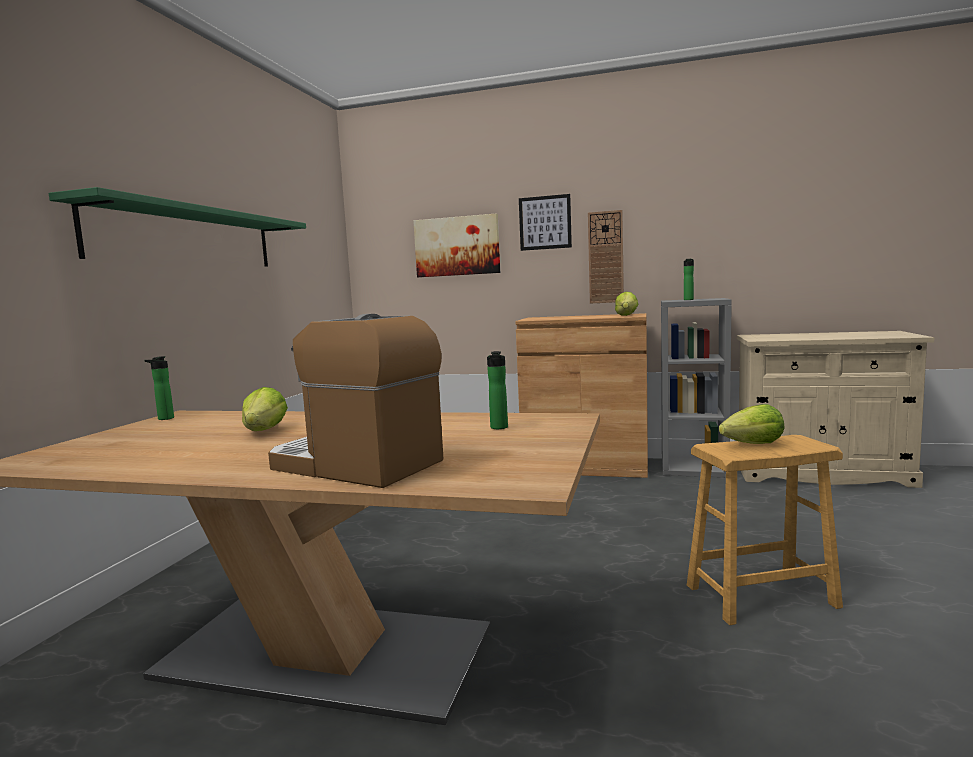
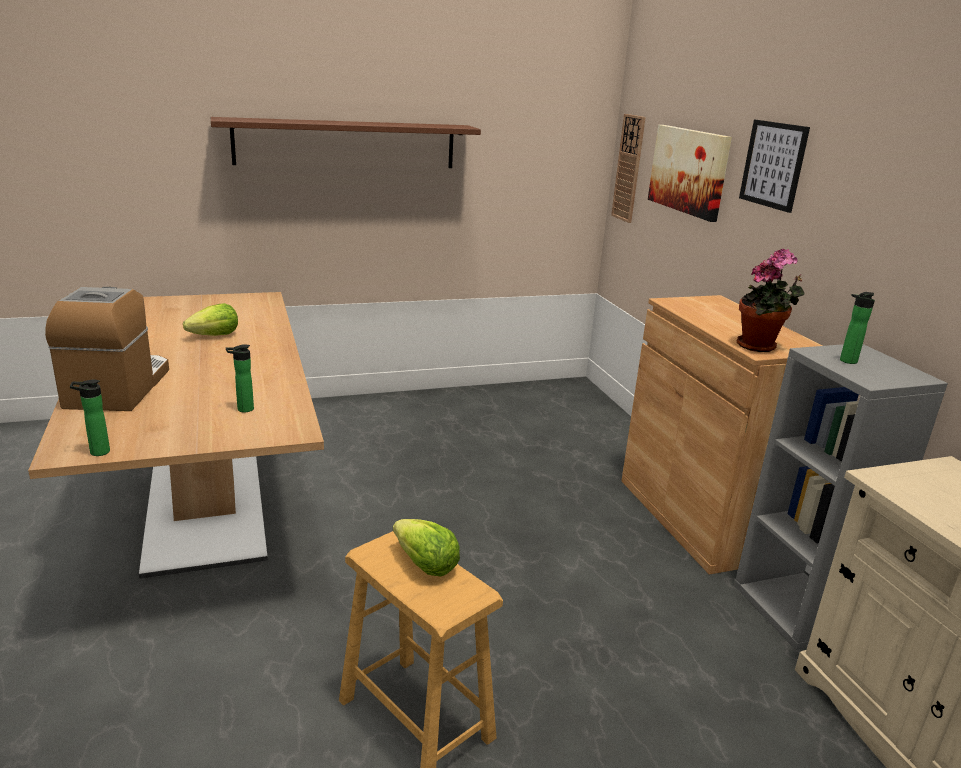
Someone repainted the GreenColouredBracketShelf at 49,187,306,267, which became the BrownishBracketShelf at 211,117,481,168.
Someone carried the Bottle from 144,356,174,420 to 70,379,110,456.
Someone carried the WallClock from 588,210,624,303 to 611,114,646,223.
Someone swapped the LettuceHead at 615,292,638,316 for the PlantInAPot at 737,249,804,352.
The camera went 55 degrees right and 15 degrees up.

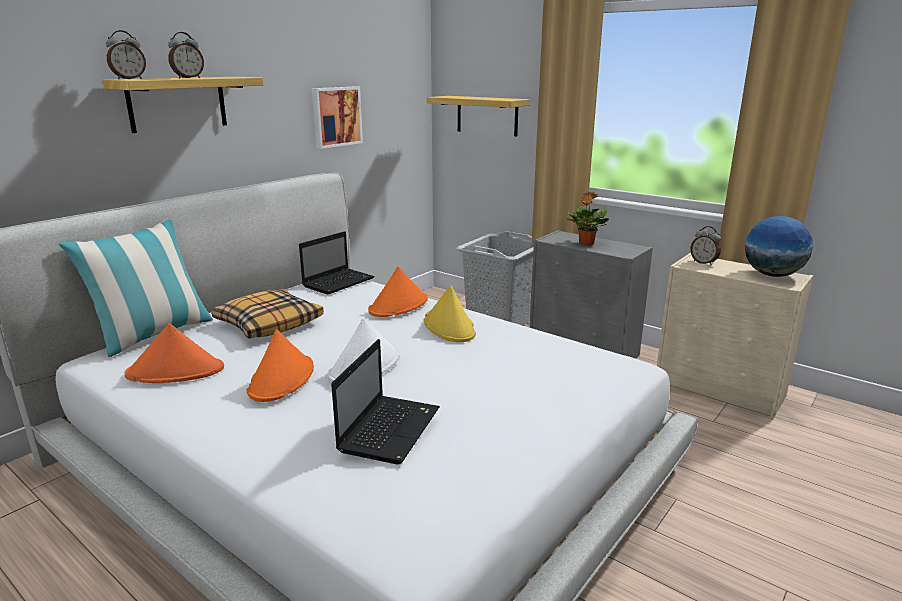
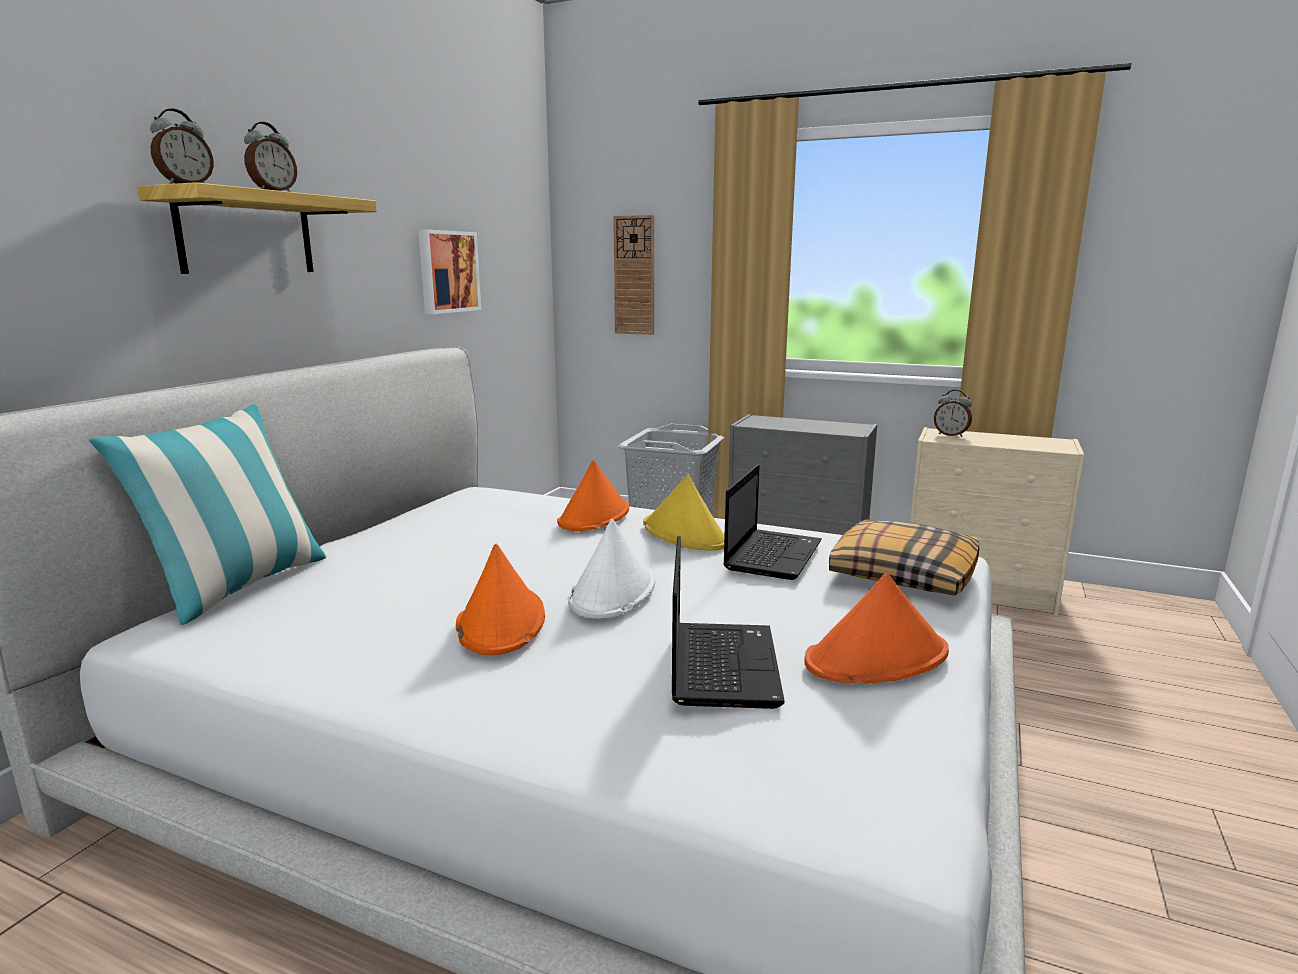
Someone carried the OrangeyClothingHat from 124,323,224,383 to 804,573,949,683.
Someone carried the Pillow from 211,289,324,339 to 829,520,979,596.
Someone carried the NotebookComputer from 299,231,375,295 to 723,464,822,580.
Someone swapped the BracketShelf at 426,96,530,137 for the WallClock at 613,215,654,335.
Someone took away the PlantInAPot at 567,192,609,245.
Someone took away the Globe at 745,216,813,277.
The camera went 15 degrees left and 5 degrees down.

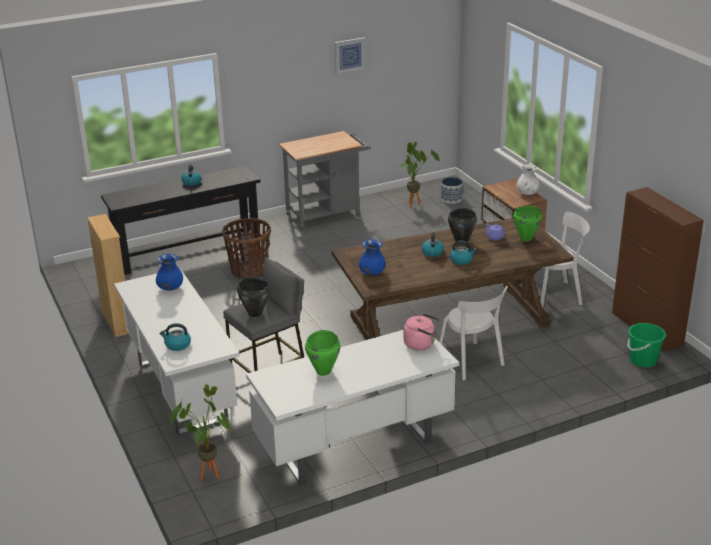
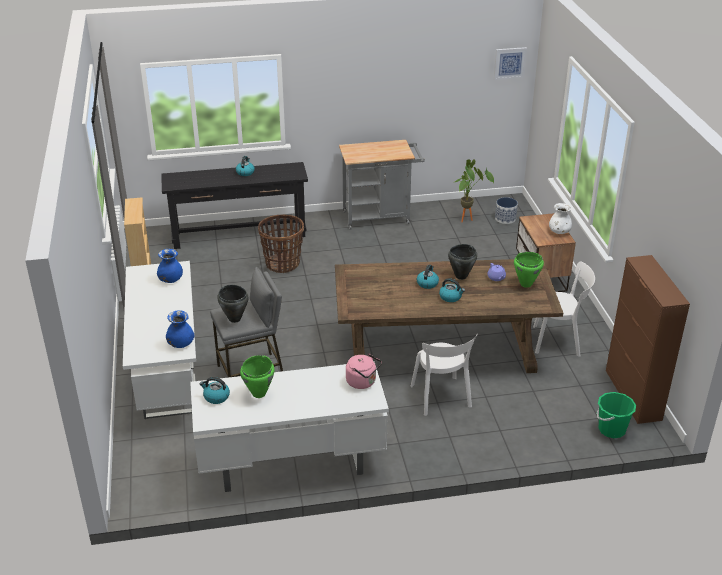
Someone carried the TeaKettle from 160,323,191,351 to 200,377,230,404.
Someone took away the PlantInAPot at 169,384,231,480.
Someone carried the Picture from 335,37,366,74 to 494,47,527,80.
Someone carried the BlueVase from 359,239,385,275 to 166,310,194,348.
The camera went 15 degrees right and 5 degrees up.

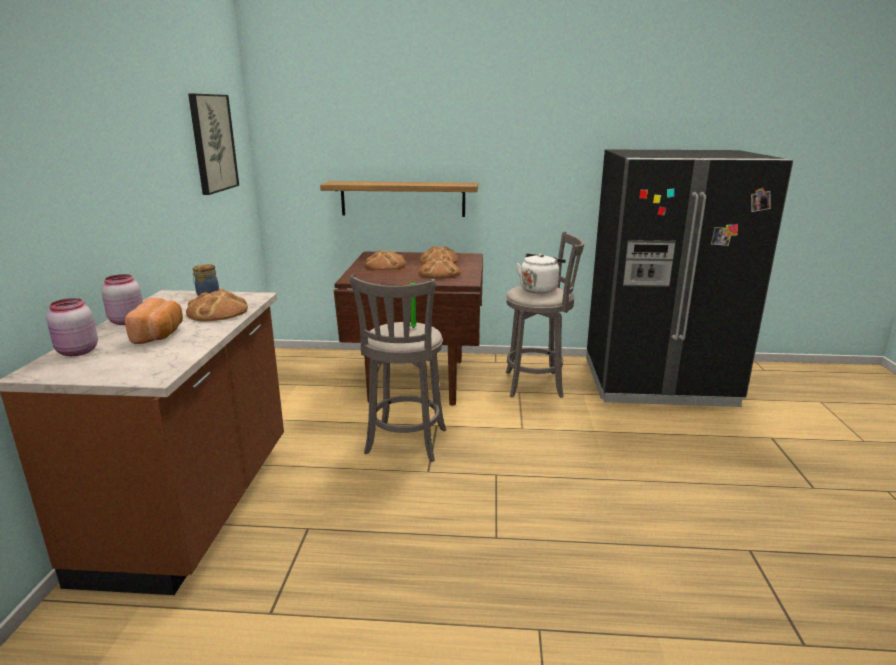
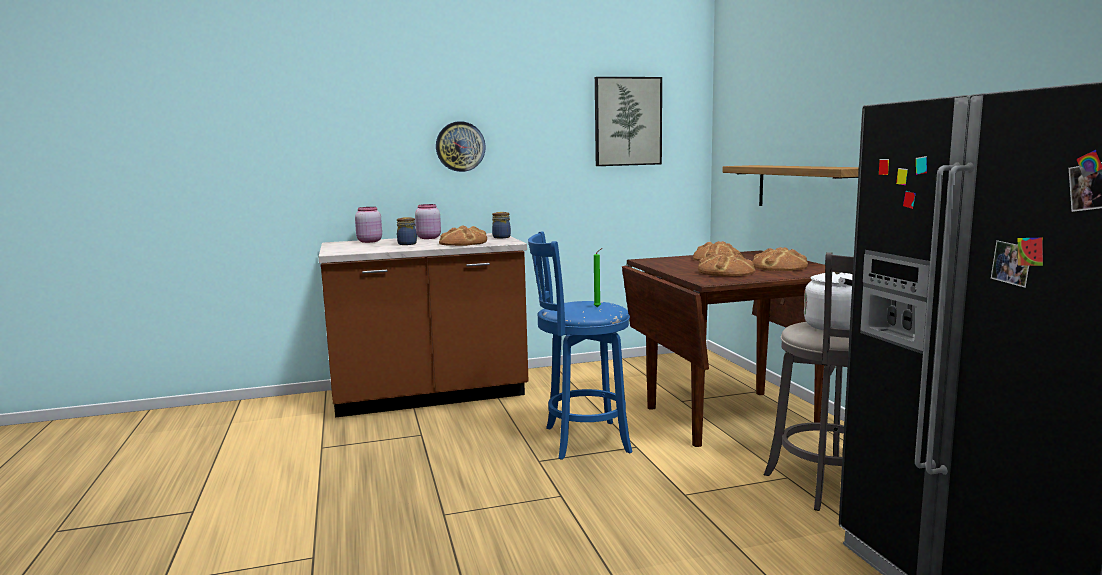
Someone swapped the BakedBread at 125,298,183,344 for the Jar at 397,217,417,245.
Someone repainted the GrayStool at 349,274,446,462, which became the BlueStool at 528,231,632,460.
Someone put up the WallClock at 436,121,486,172.
The camera went 70 degrees right and 10 degrees down.

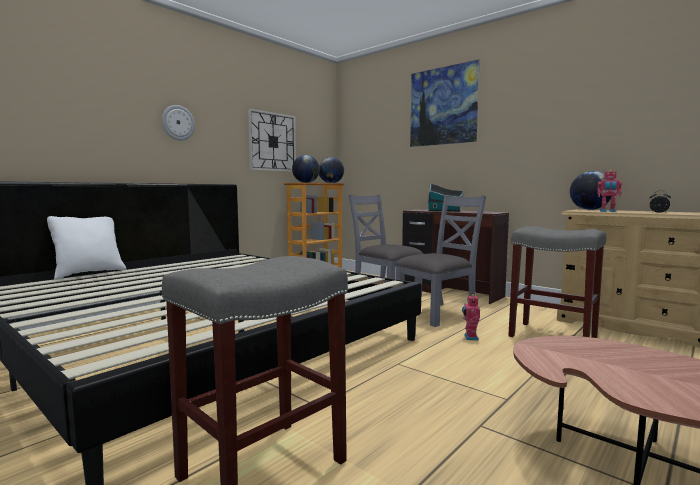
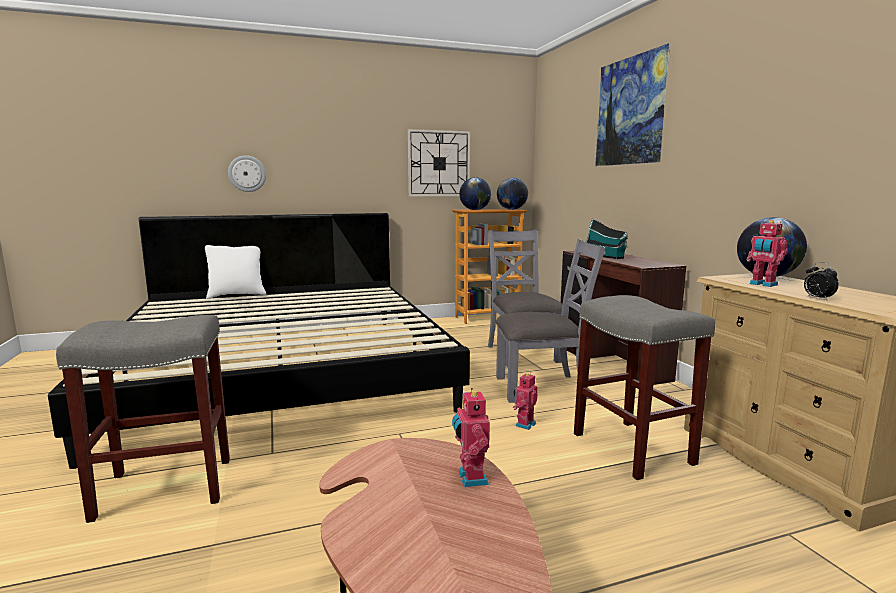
Someone carried the WallClock from 162,105,195,141 to 228,155,266,192.
Someone put down the ToyRobot at 452,388,490,487.
The camera went 30 degrees right and 5 degrees up.

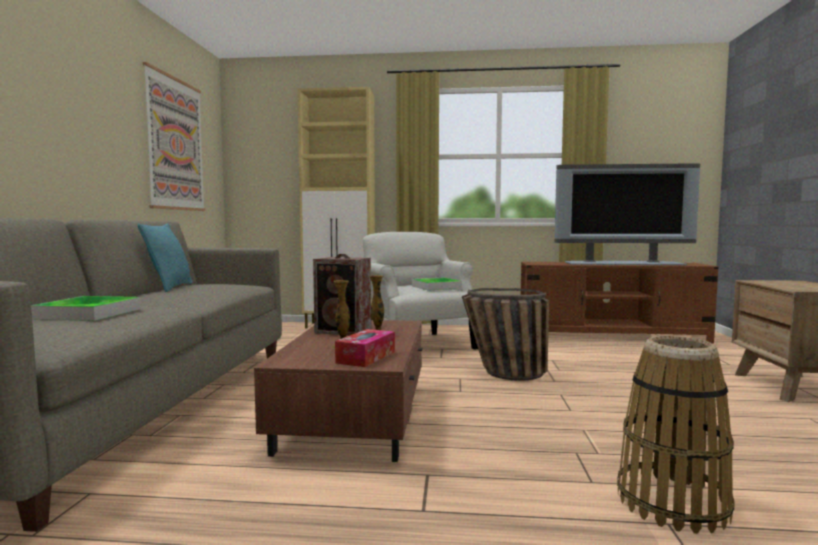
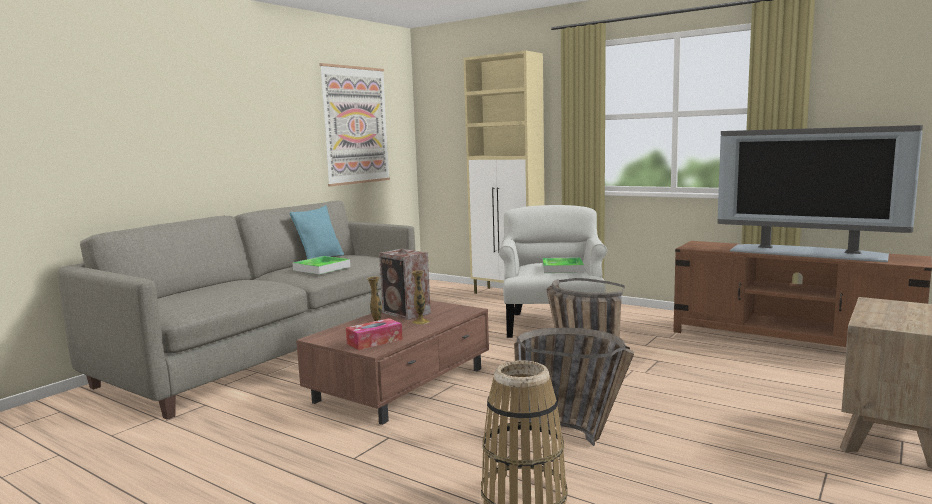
Someone carried the Tray from 31,296,141,321 to 293,256,350,275.
Someone put down the Basket at 514,328,634,446.
The camera went 30 degrees right and 5 degrees up.

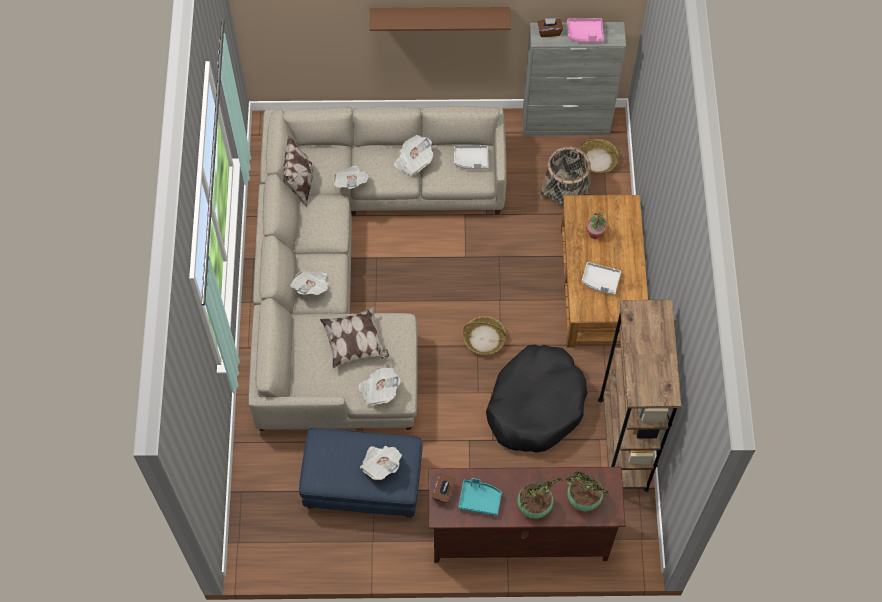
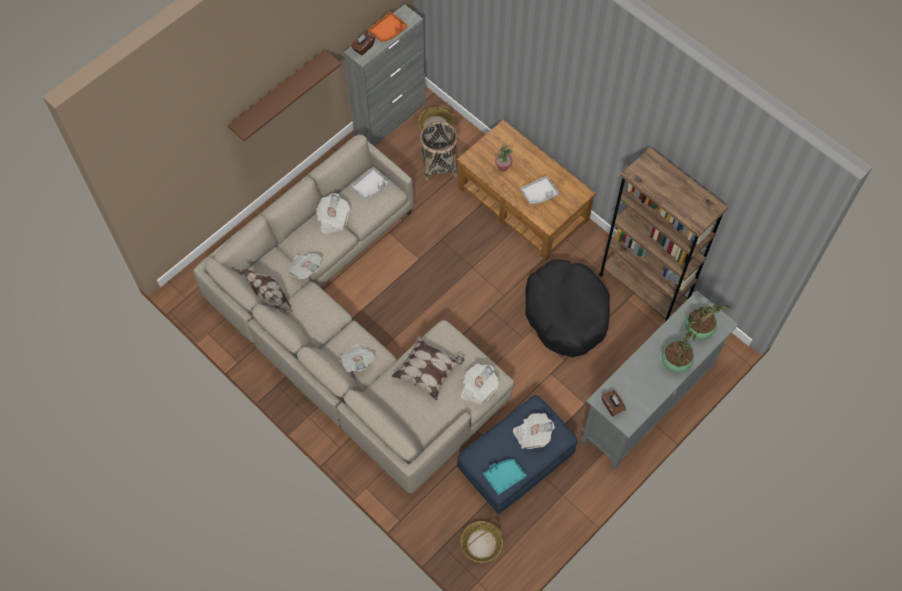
Someone repainted the BrownishTvUnit at 429,467,625,563, which became the GrayTvUnit at 581,290,739,470.
Someone carried the BlueGreenTray from 458,478,502,516 to 483,459,526,495.
Someone carried the Basket from 463,316,506,355 to 461,521,503,563.
Someone repainted the PinkishTray at 567,18,604,43, which became the OrangeyTray at 368,12,407,42.
The camera went 45 degrees left and 0 degrees up.

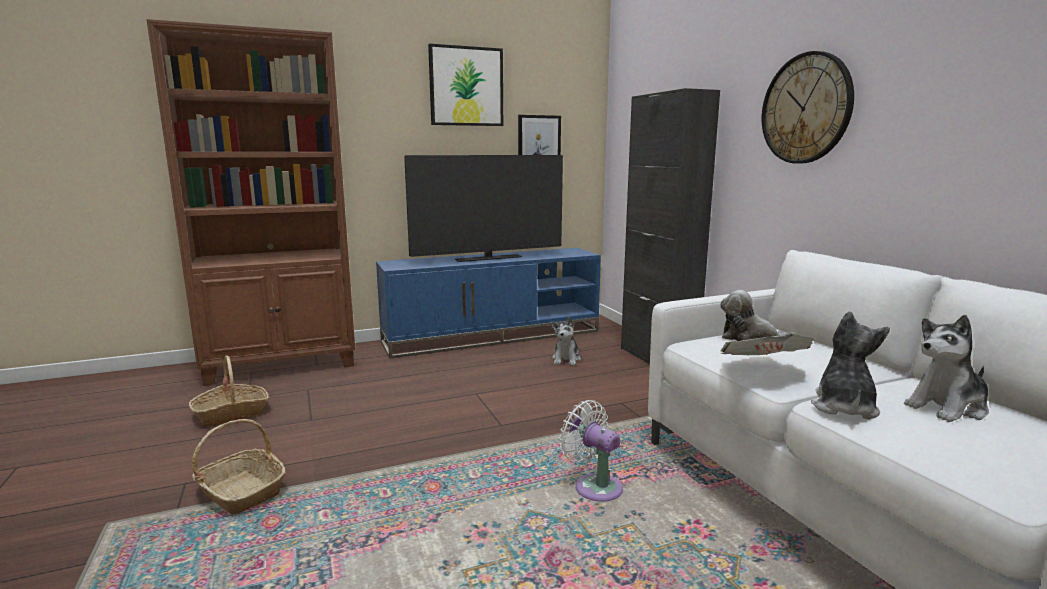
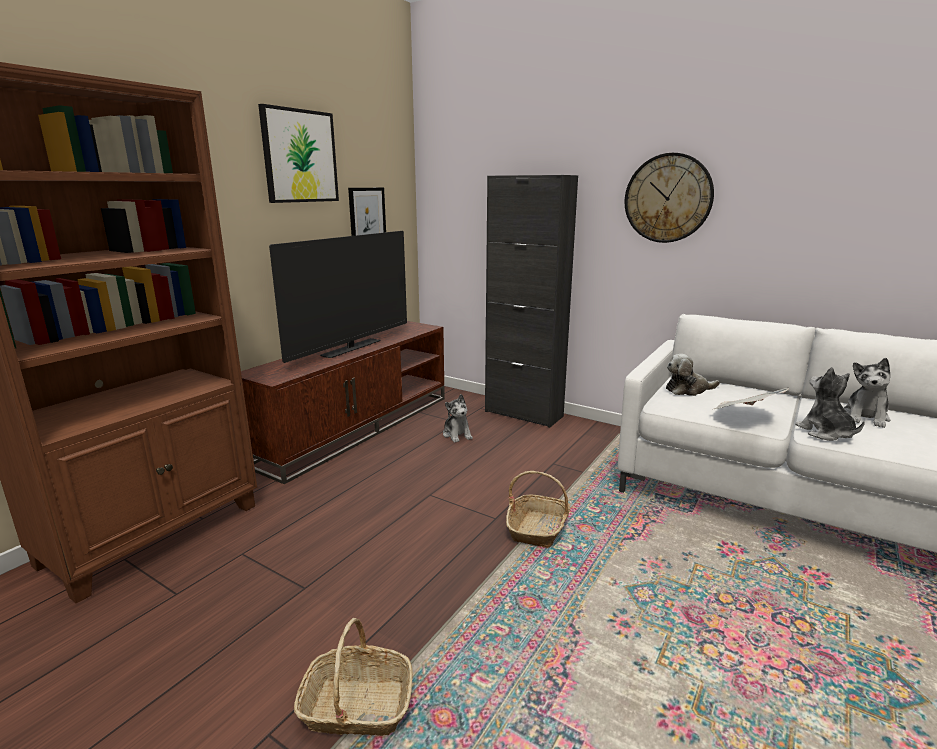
Someone carried the Basket from 189,356,270,427 to 506,471,570,548.
Someone repainted the BlueTvUnit at 376,248,601,359, which became the BrownishTvUnit at 241,321,445,484.
Someone took away the WhitishCoolingFan at 559,400,623,501.
The camera went 35 degrees left and 5 degrees up.

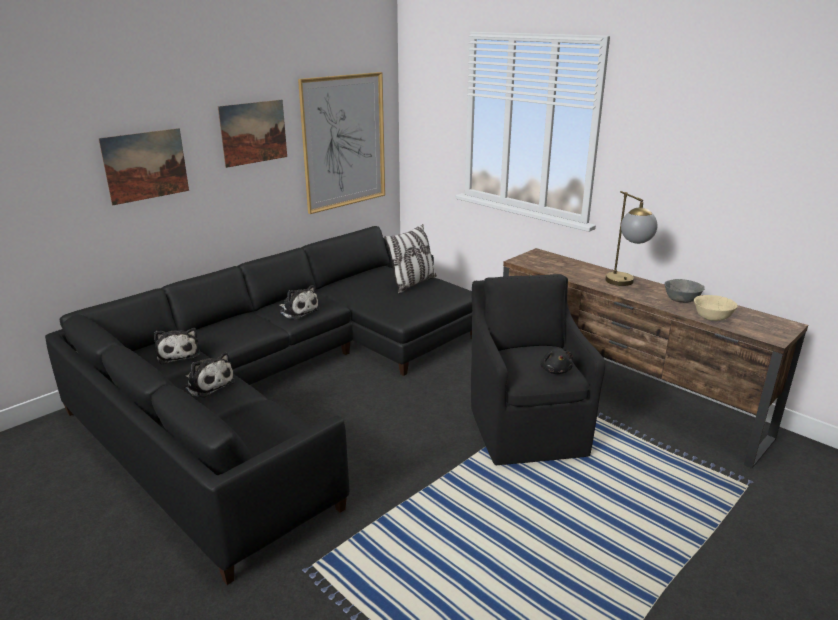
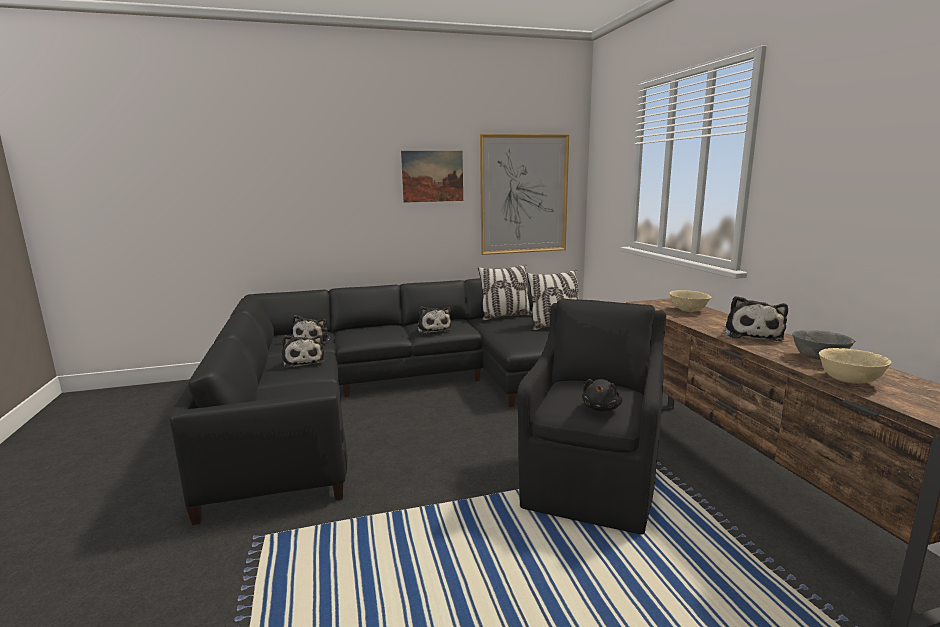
Someone took away the Picture at 98,128,189,206.
Someone swapped the TableLamp at 605,191,658,286 for the SoftToy at 725,296,788,341.
Someone put down the Pillow at 478,265,532,321.
Someone put down the BeigeBowl at 669,290,711,312.
The camera went 30 degrees right and 10 degrees down.

